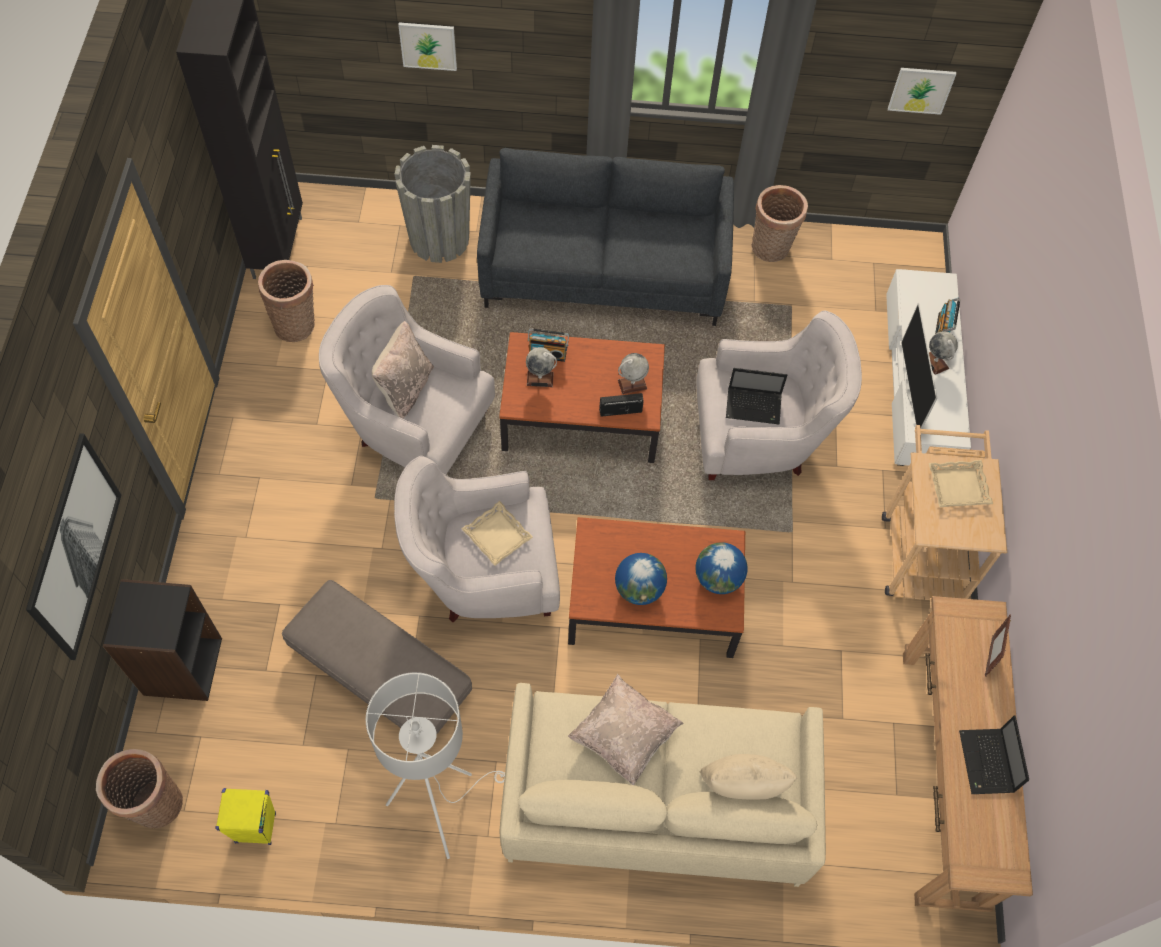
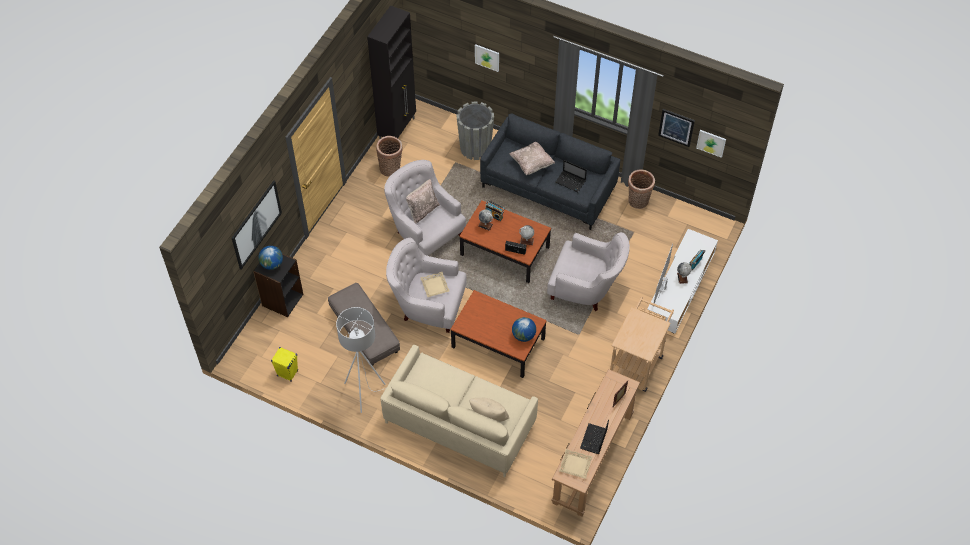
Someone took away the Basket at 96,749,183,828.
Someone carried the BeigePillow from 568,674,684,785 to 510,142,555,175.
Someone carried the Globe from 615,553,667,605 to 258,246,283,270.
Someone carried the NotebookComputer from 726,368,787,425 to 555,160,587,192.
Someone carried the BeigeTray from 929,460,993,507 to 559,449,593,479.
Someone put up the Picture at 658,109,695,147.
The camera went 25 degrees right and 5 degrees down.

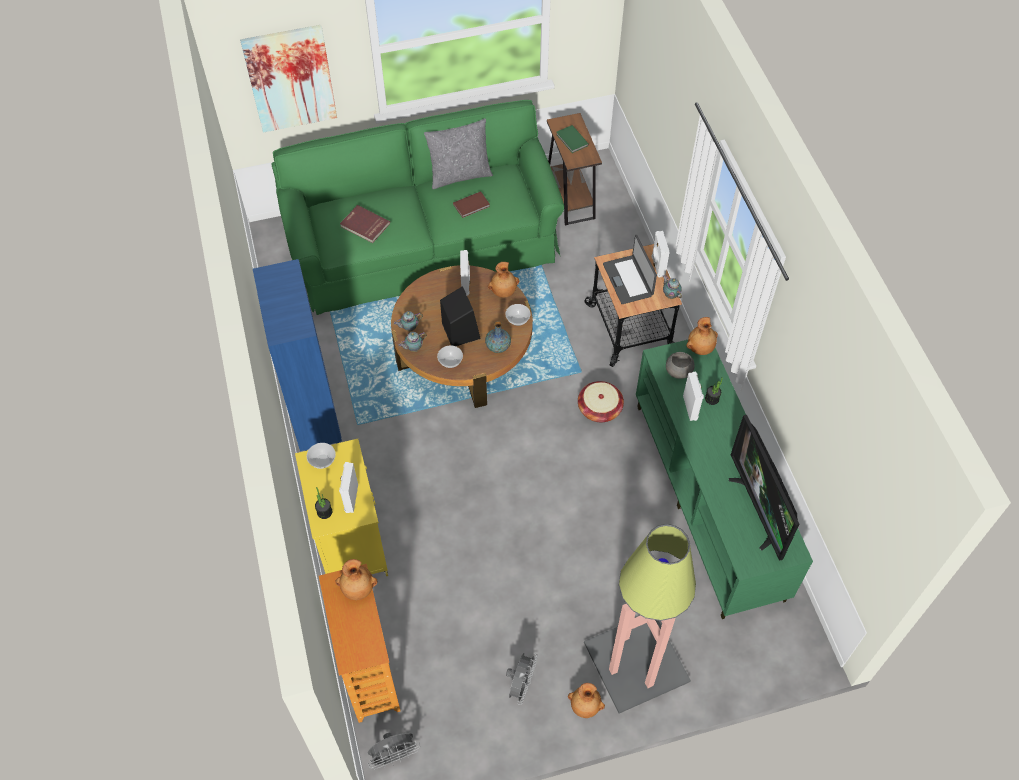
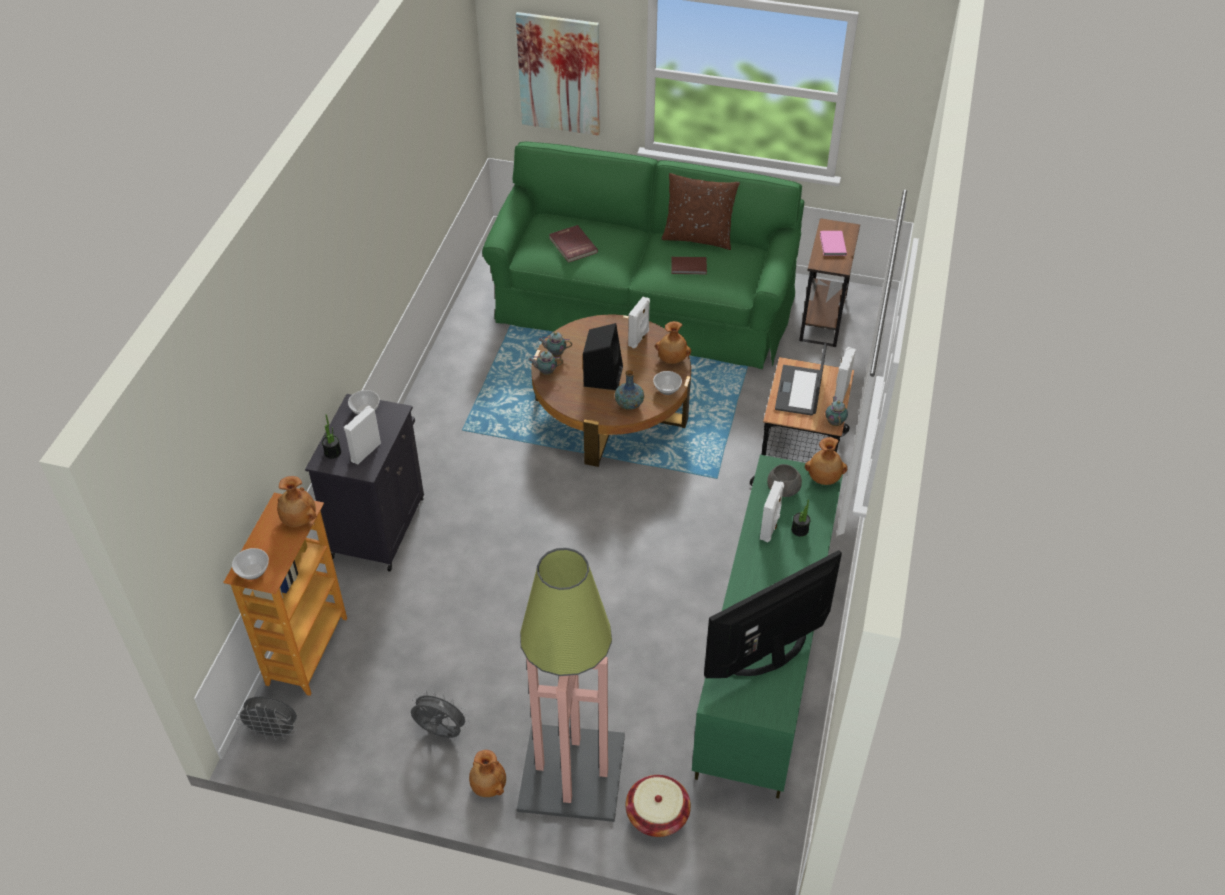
Someone took away the BlueBookshelf at 253,259,342,451.
Someone repainted the YellowColouredStorageCabinet at 295,439,388,576, which became the BlackStorageCabinet at 305,394,424,572.
Someone repainted the GrayPillow at 424,118,493,189, which became the BrownishPillow at 662,173,740,250.
Someone carried the Bowl from 437,345,463,368 to 232,548,269,580.
Someone rotated the GrayCoolingFan at 506,653,537,705 by 120 degrees counterclockwise.
Someone repainted the GreenColouredBook at 556,125,589,153, which became the PinkishBook at 820,231,847,256.
Someone carried the Basket from 578,381,624,422 to 626,775,691,837.
Someone rotated the Tv at 729,415,799,561 by 45 degrees clockwise.
The camera went 30 degrees right and 10 degrees down.

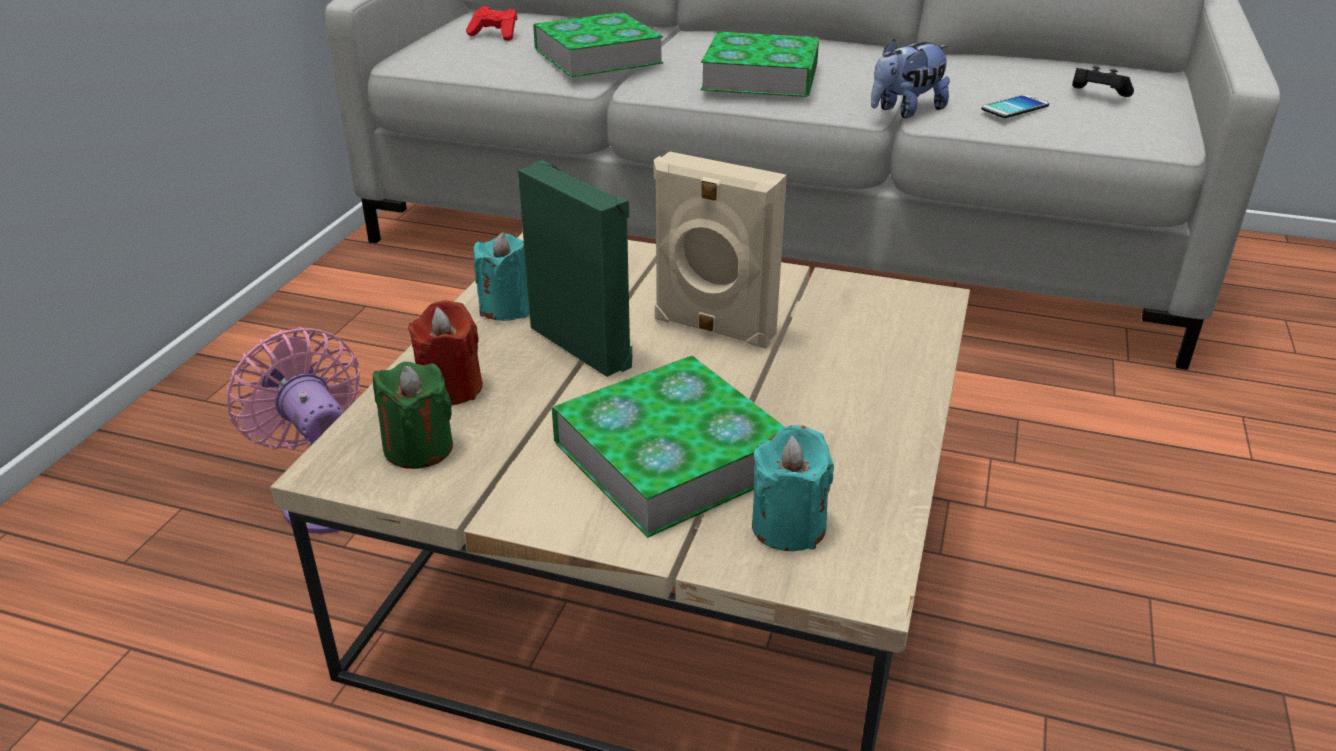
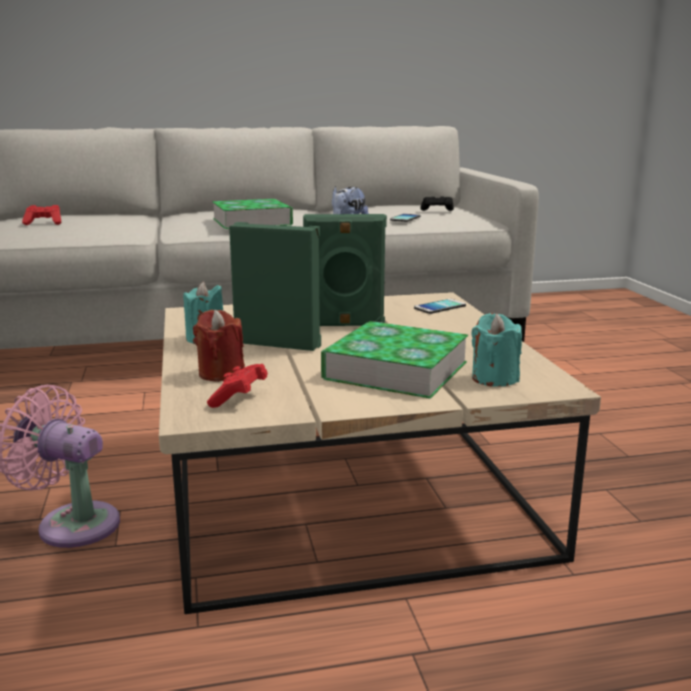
Someone swapped the GreenColouredWaxCandle at 373,362,453,469 for the ReddishJoypad at 207,364,268,408.
Someone took away the Book at 533,12,663,77.
Someone repainted the BeigeSpeaker at 654,151,787,349, which became the GreenColouredSpeaker at 303,214,387,326.
Someone put down the Handset at 414,299,466,314.
The camera went 30 degrees left and 15 degrees down.

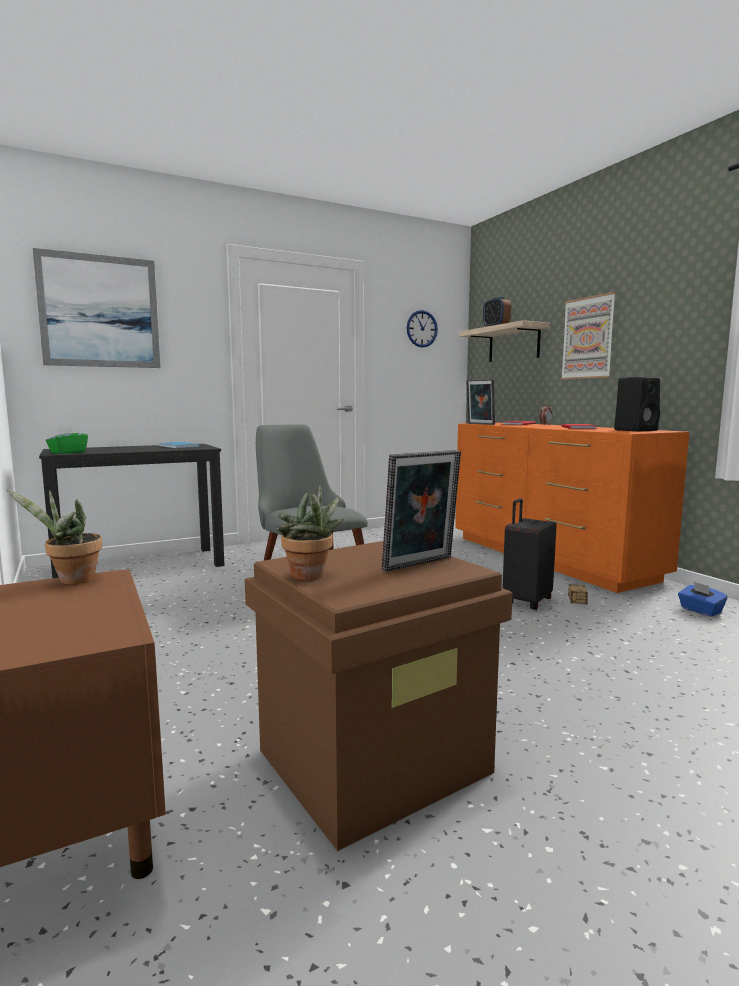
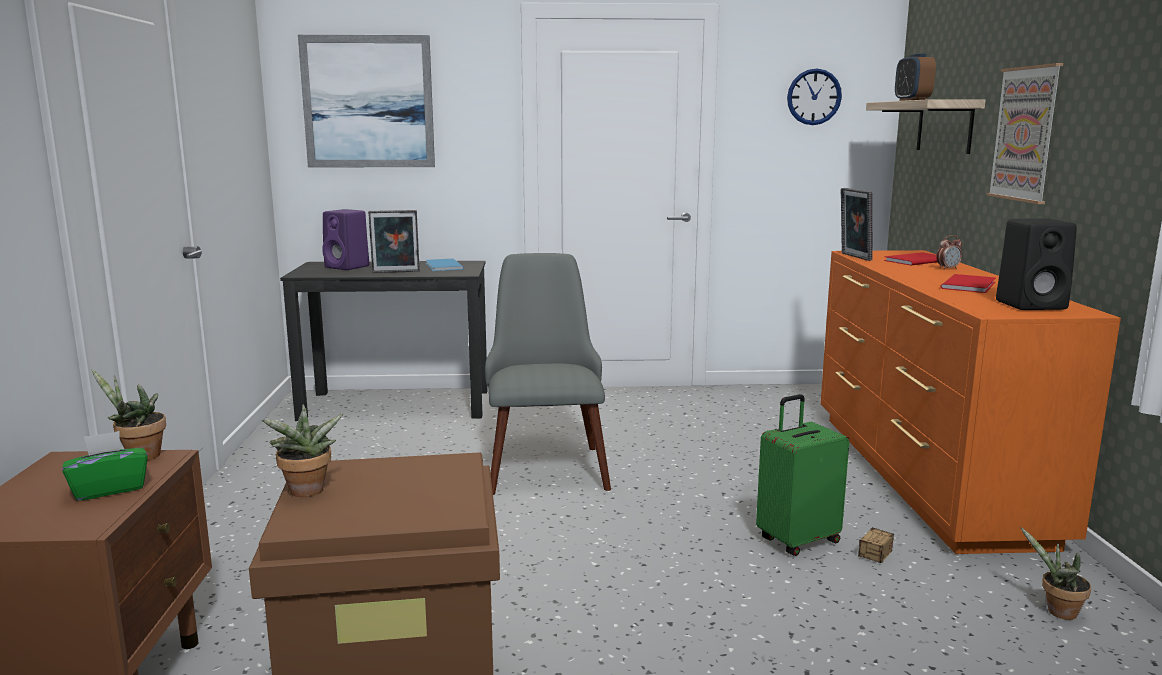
Someone carried the GreenColouredTissueBox from 46,426,88,454 to 62,431,148,501.
Someone carried the PictureFrame from 382,450,461,571 to 368,210,420,273.
Someone repainted the BlackPieceOfLuggage at 503,498,557,610, which became the GreenColouredPieceOfLuggage at 756,394,849,556.
Someone swapped the BlueTissueBox at 678,581,728,617 for the PlantInAPot at 1020,527,1091,620.
Someone put down the PurpleColouredSpeaker at 322,209,369,270.
The camera went 25 degrees right and 5 degrees up.

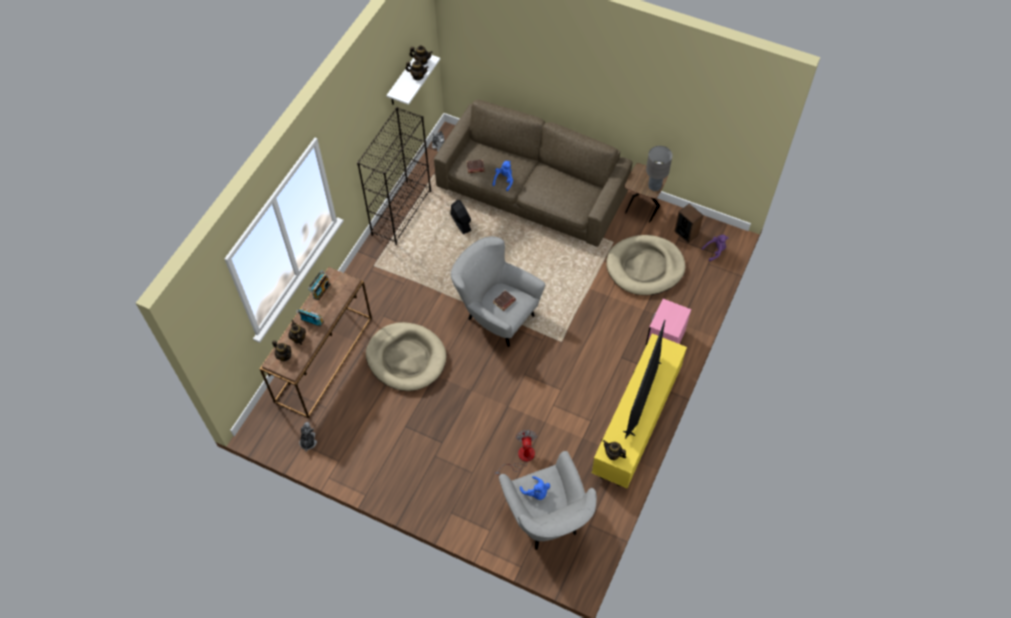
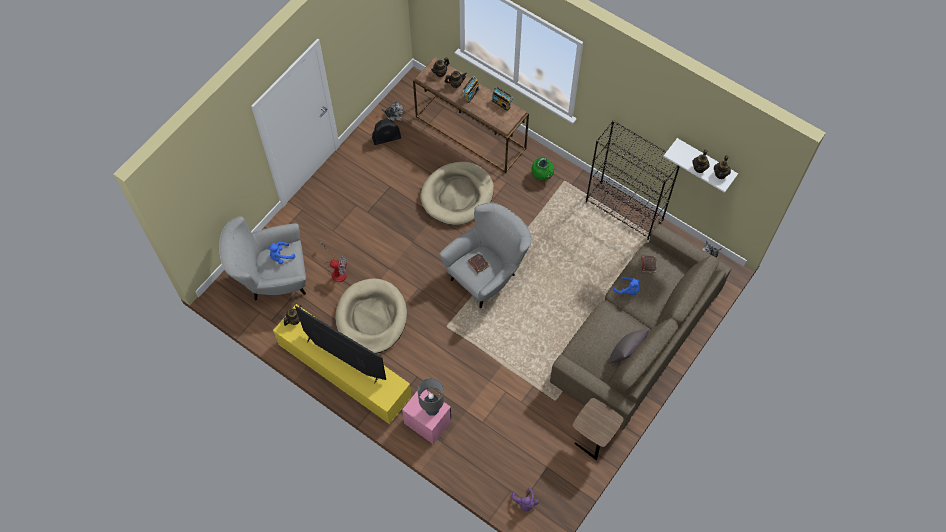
Someone carried the BlackCoolingFan from 450,200,471,234 to 372,119,401,145.
Someone carried the BeigeDogBed from 606,235,685,295 to 335,278,407,354.
Someone carried the GrayTableLamp from 646,146,673,191 to 418,378,444,416.
Someone took away the Speaker at 674,204,703,243.
Someone put down the GreenColouredVase at 531,157,554,181.
Someone put down the GrayPillow at 609,328,649,364.
The camera went 100 degrees right and 5 degrees up.

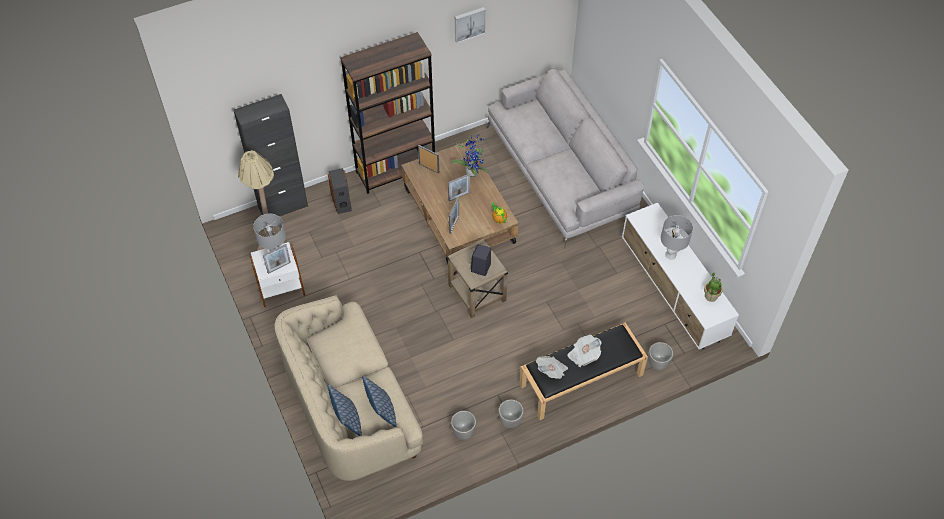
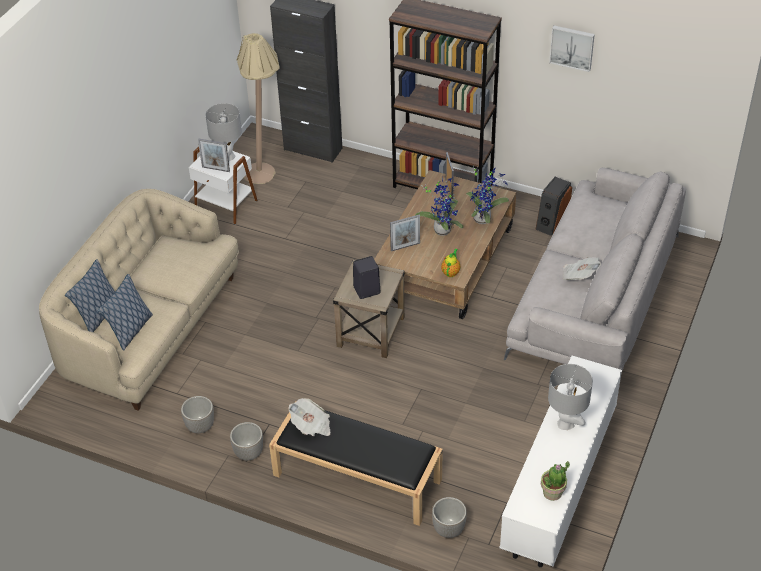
Someone carried the Speaker from 328,168,352,214 to 535,177,572,236.
Someone swapped the PictureFrame at 448,173,470,201 for the PlantInAPot at 415,177,463,236.
Someone carried the PrintedPaper from 567,335,602,367 to 563,257,601,280.
The camera went 50 degrees right and 10 degrees down.

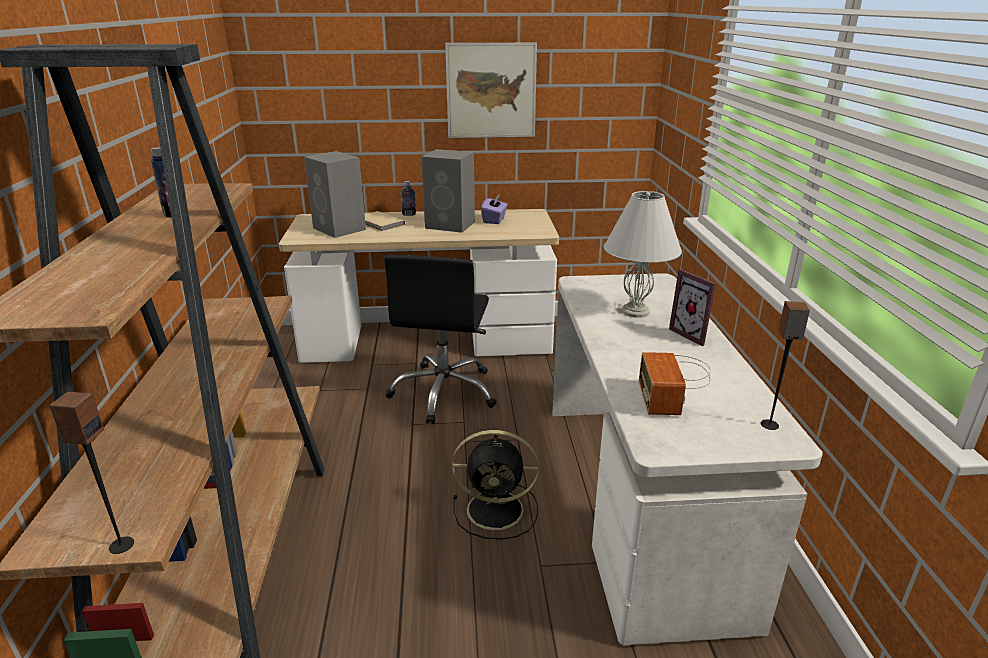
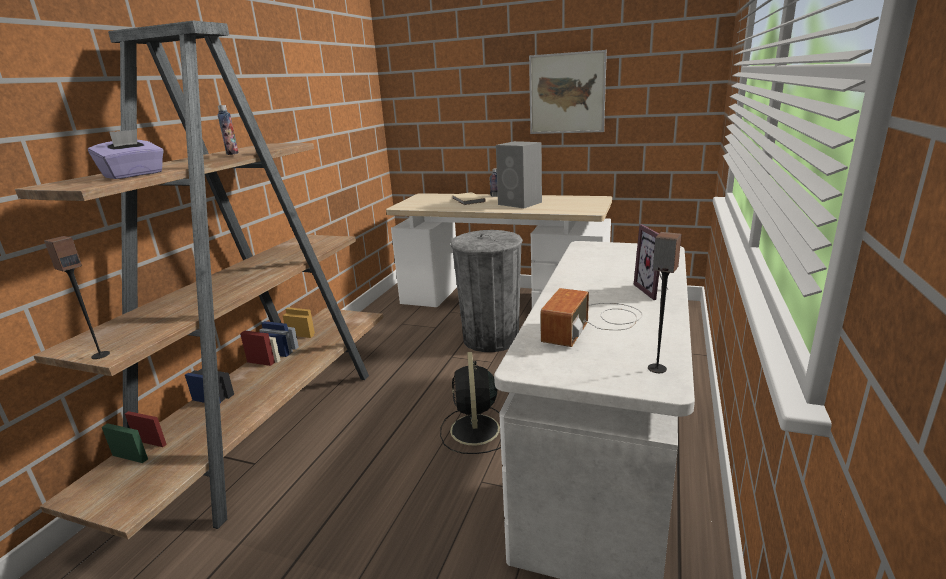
Someone took away the GraySpeaker at 304,151,366,238.
Someone swapped the BlackComputerChair at 384,255,497,424 for the GrayWasteBin at 450,230,523,352.
Someone rotated the BlackCoolingFan at 452,430,539,540 by 60 degrees clockwise.
Someone carried the PurpleColouredTissueBox from 481,194,507,224 to 88,129,164,179.
Someone took away the WhitishTableLamp at 604,191,682,318.
The camera went 25 degrees right and 5 degrees down.

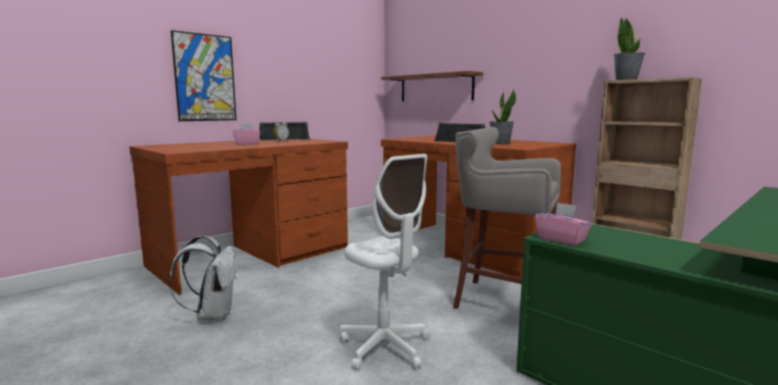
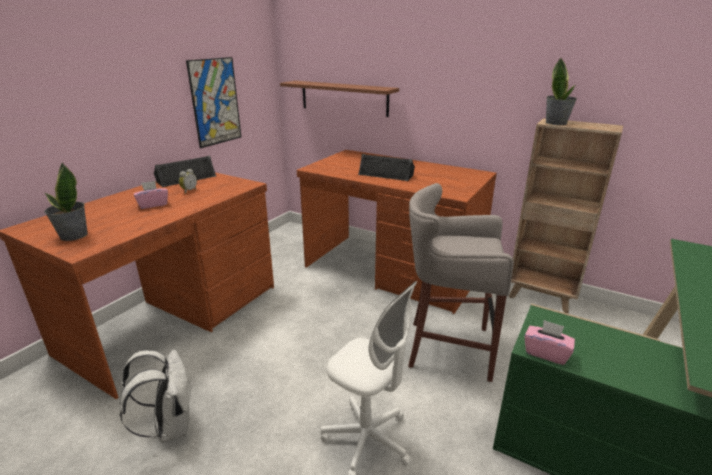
Someone carried the Picture from 171,30,236,121 to 186,57,241,148.
Someone carried the PlantInAPot from 490,90,516,144 to 44,162,88,241.
The camera went 15 degrees left and 15 degrees up.

